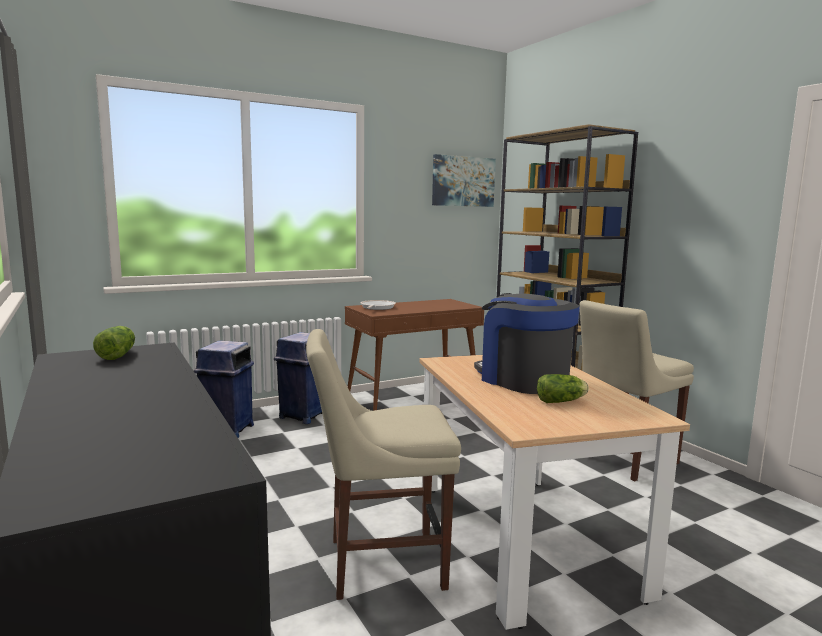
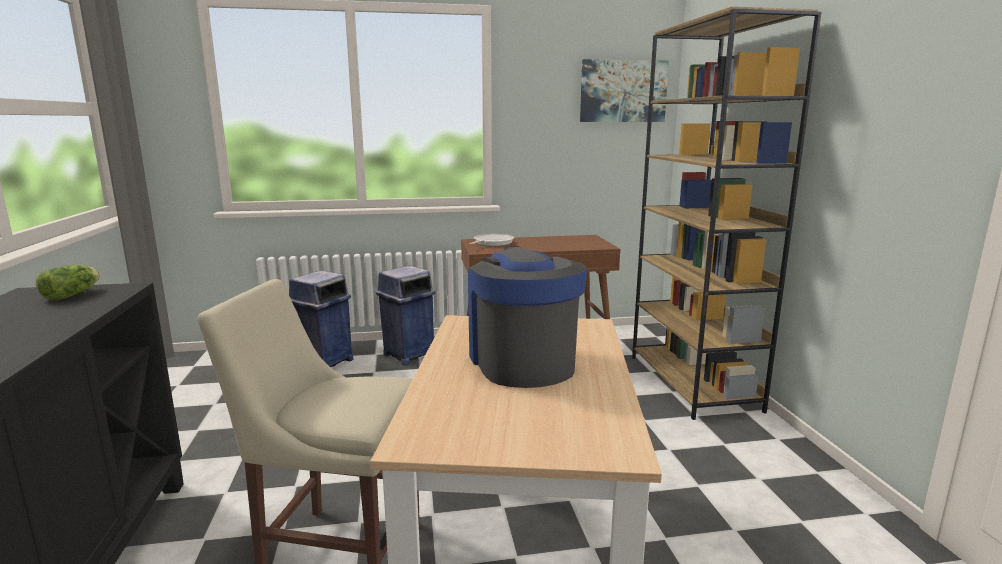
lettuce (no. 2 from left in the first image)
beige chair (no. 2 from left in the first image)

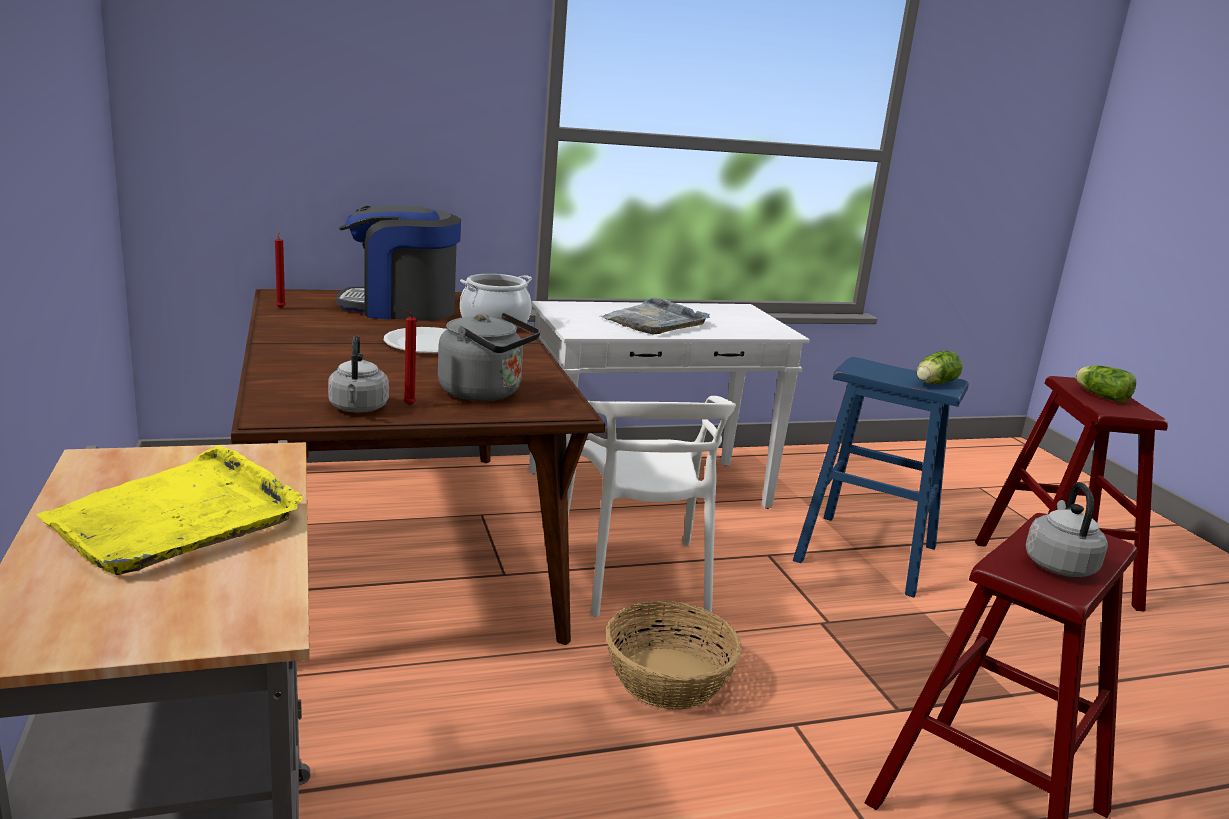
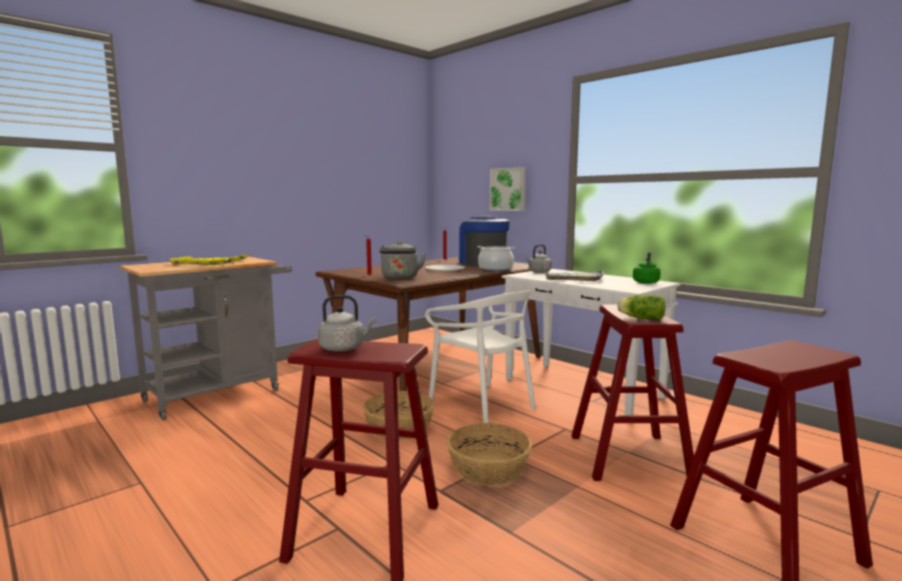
white chair
basket (no. 2 from left)
picture
grey kettle (no. 3 from left)
red stool (no. 2 from left)
green kettle
lettuce (no. 2 from left in the first image)

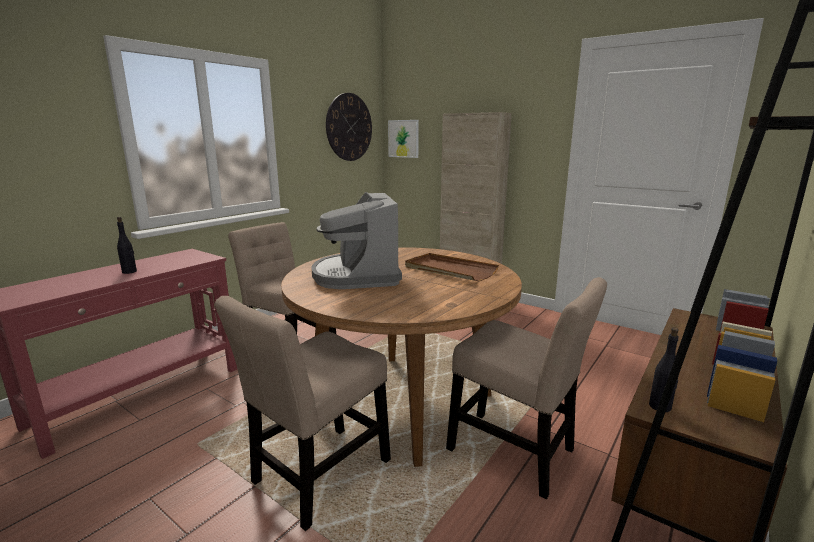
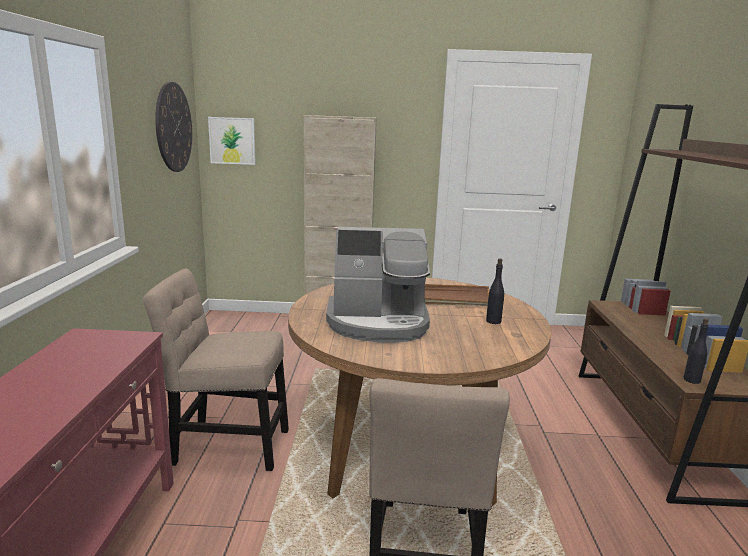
coffee machine
black bottle (no. 1 from left)
beige chair (no. 3 from left in the first image)

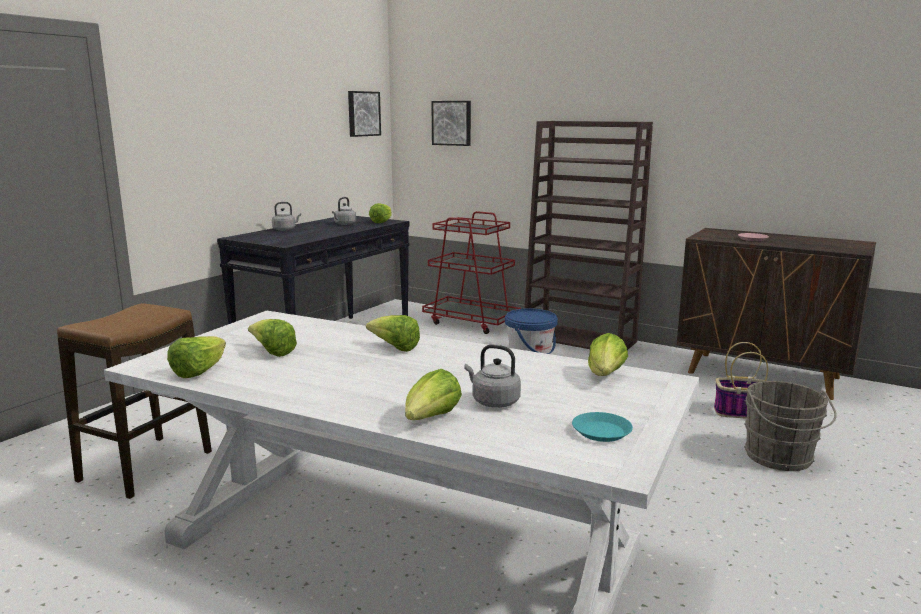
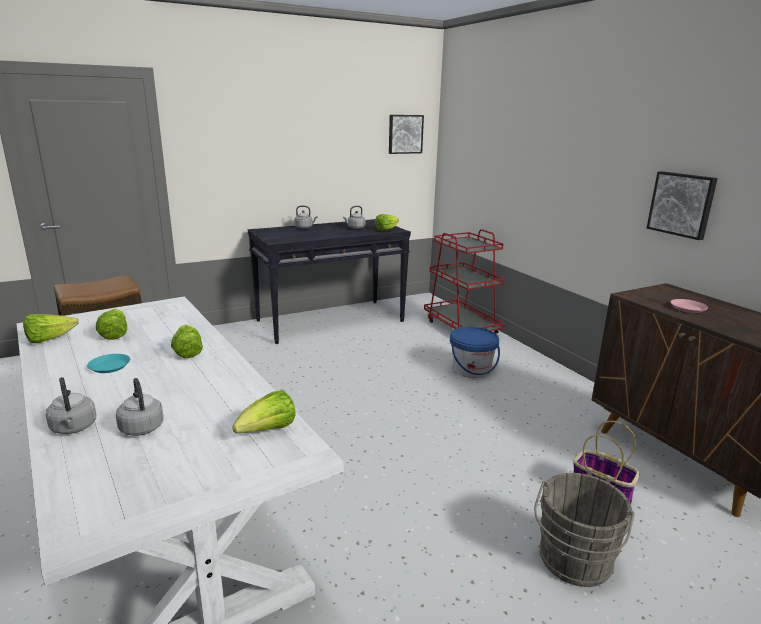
grey kettle (no. 1 from left)
turquoise plate
picture (no. 2 from left)
brown bookcase

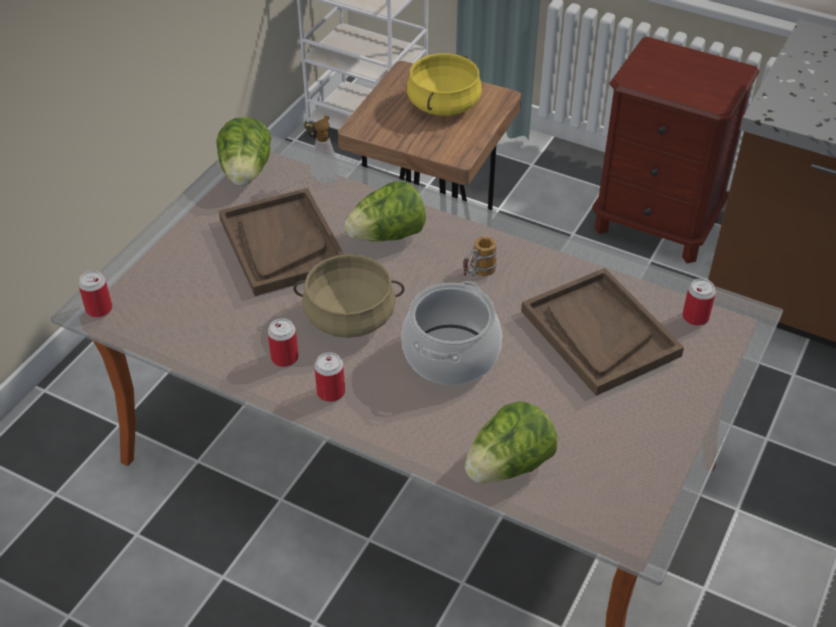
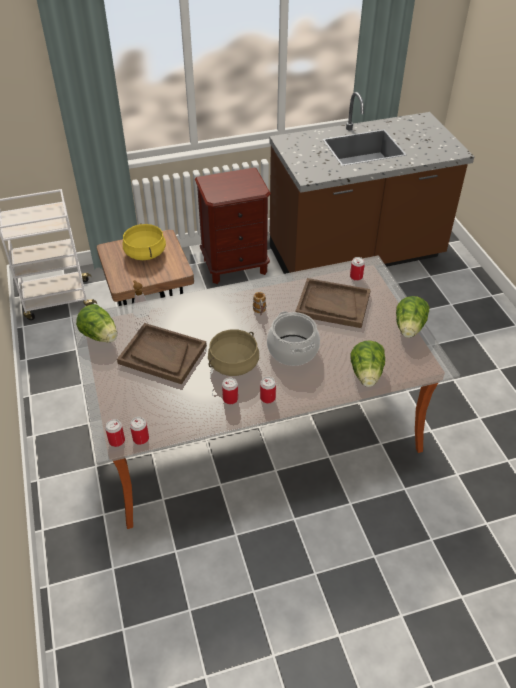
can (no. 2 from left)
lettuce (no. 3 from left)

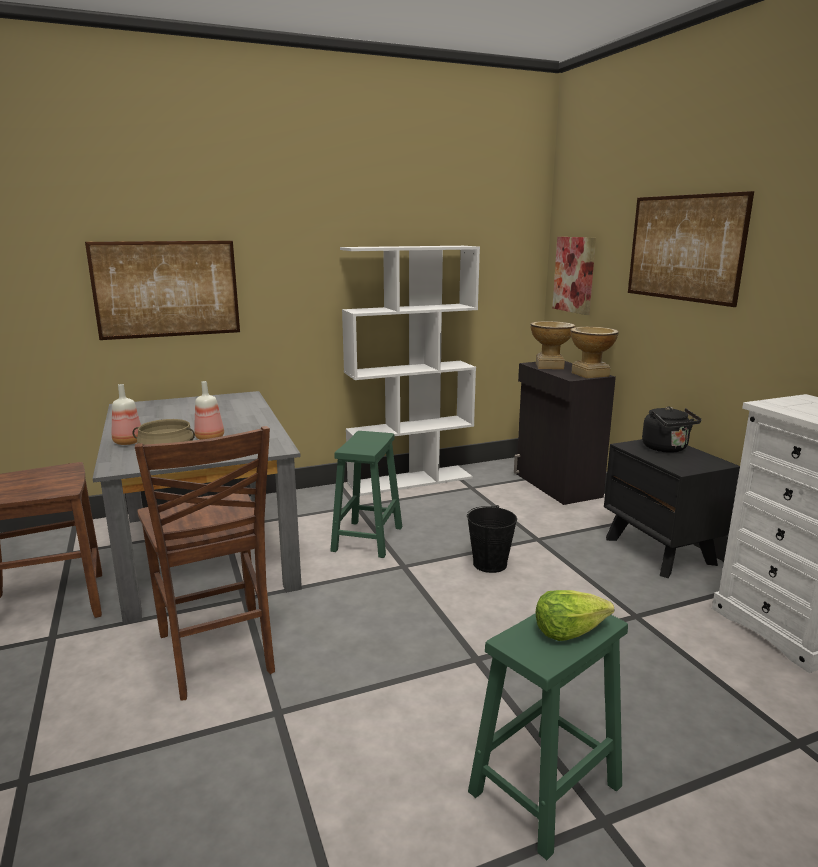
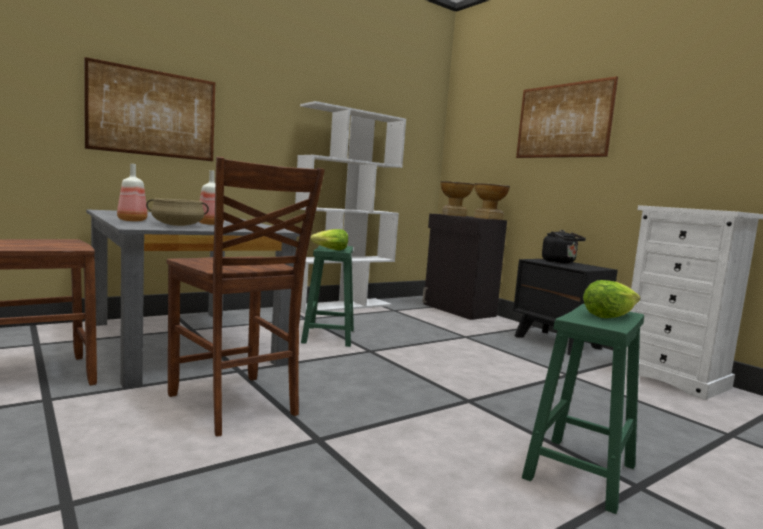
lettuce (no. 1 from left)
black bucket
picture (no. 2 from left in the first image)

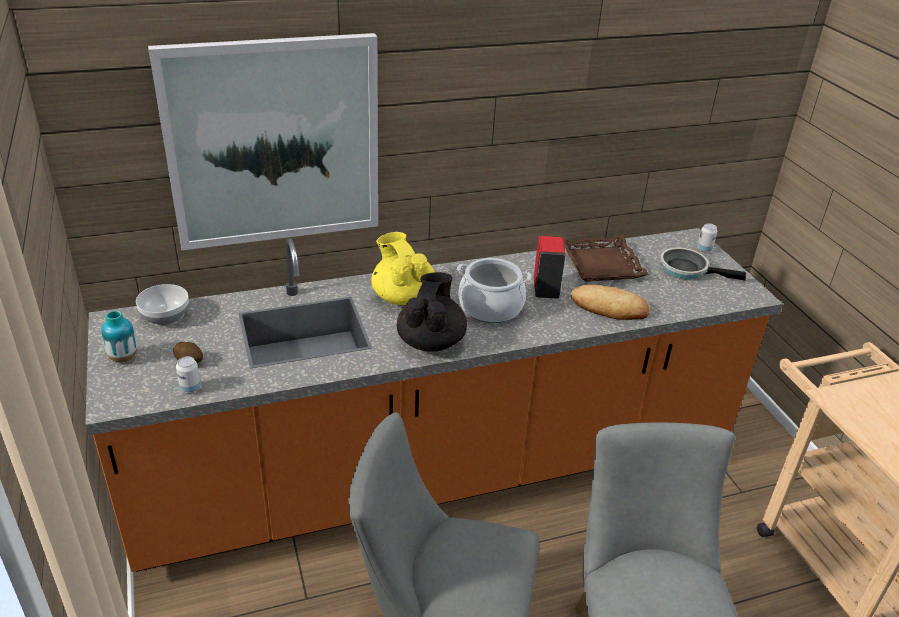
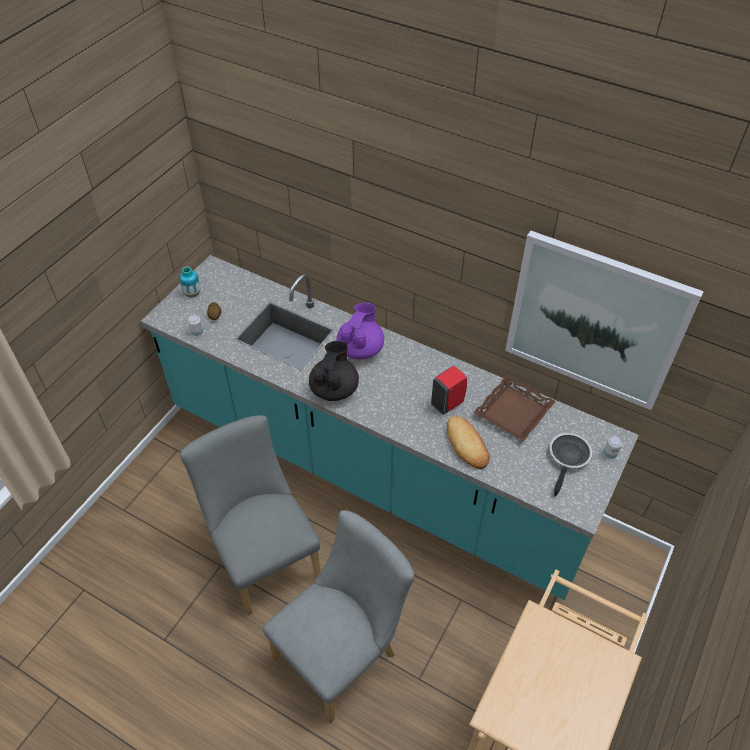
turquoise counter
black teapot
purple teapot
picture
frying pan
bowl
cooking pot

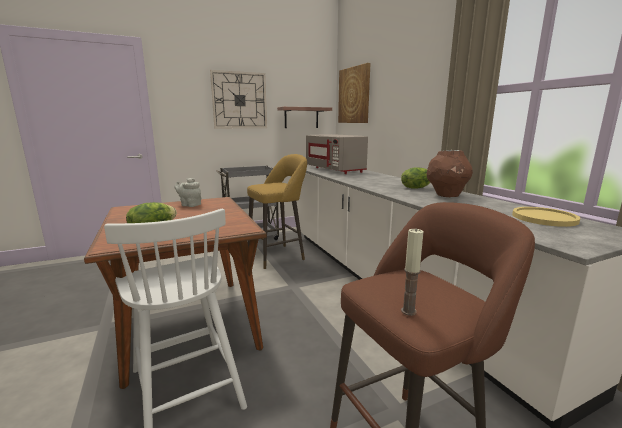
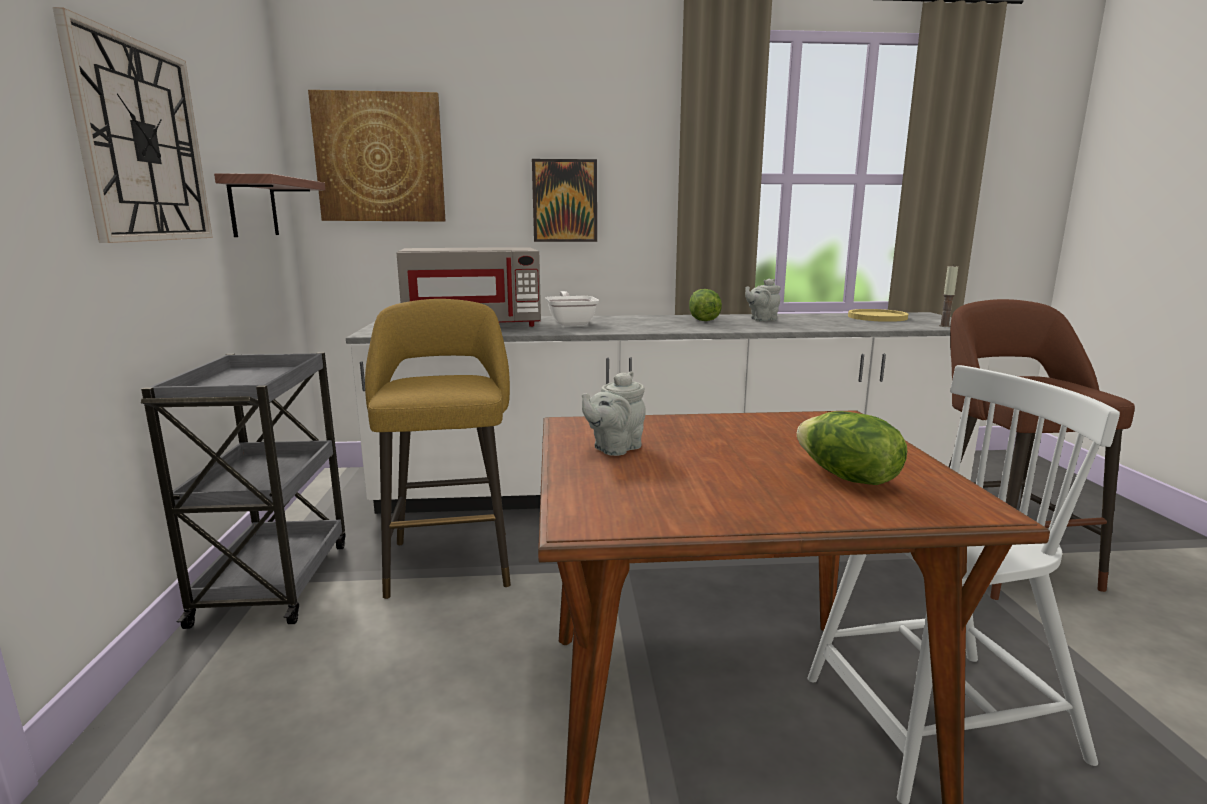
picture (no. 2 from left)
frying pan
grey teapot (no. 2 from left)
candle

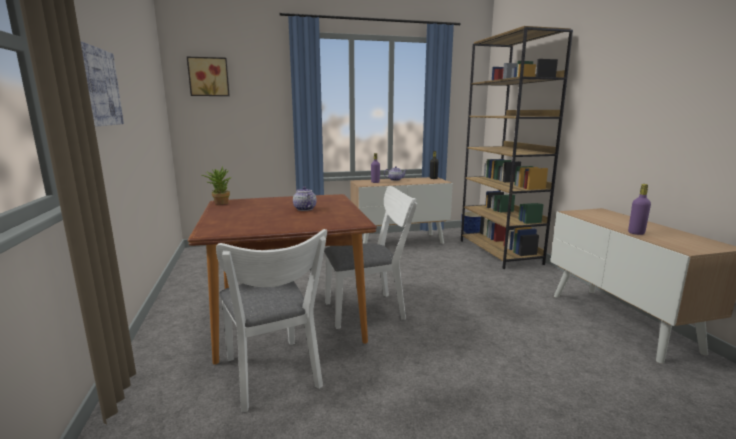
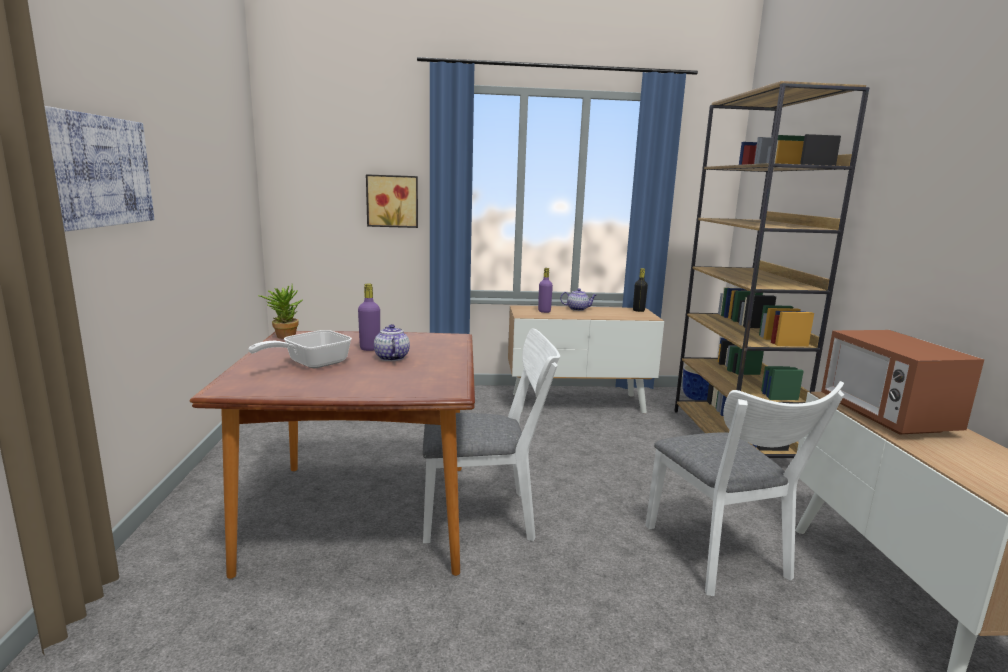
frying pan
purple bottle (no. 1 from left)
picture (no. 2 from left)
white chair (no. 2 from left)
microwave

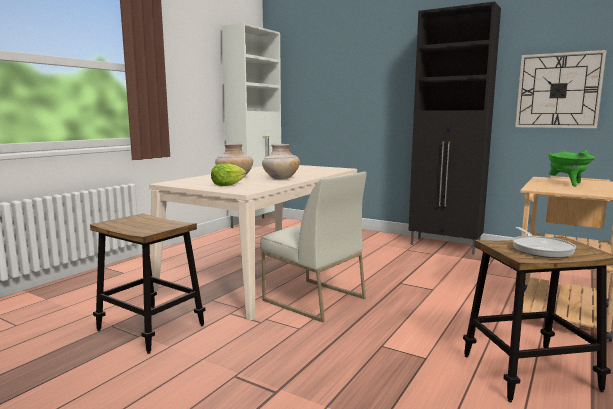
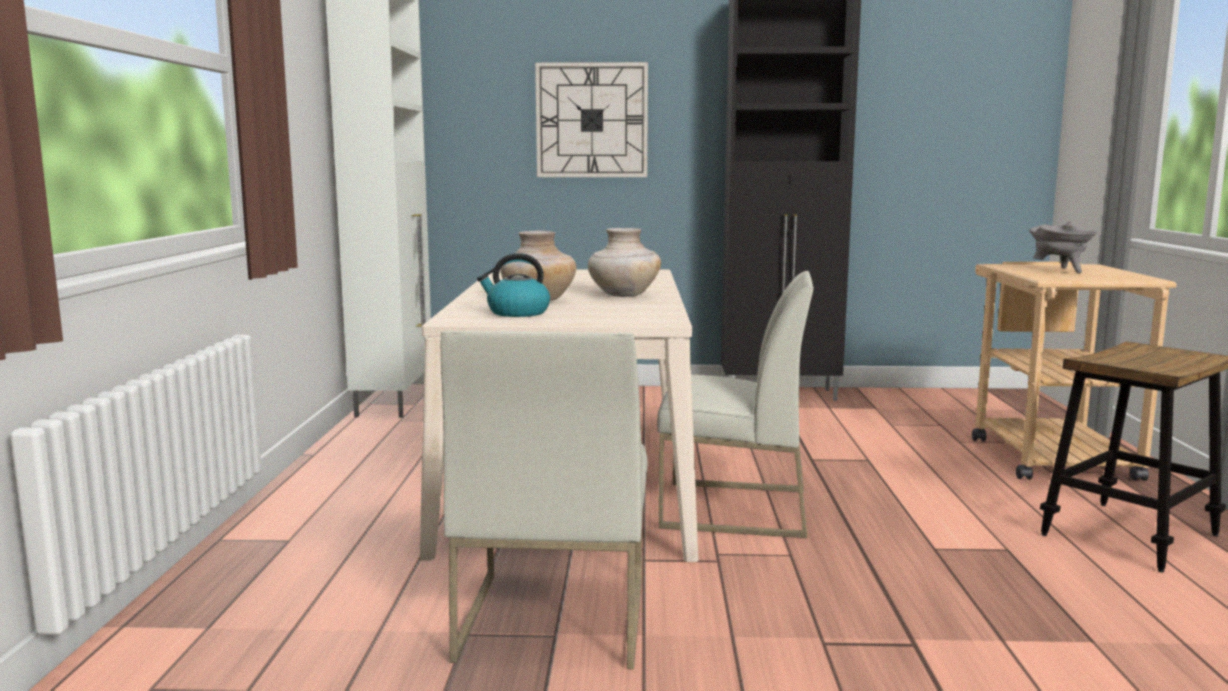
white chair (no. 1 from left)
kettle
wall clock
grey cooking pot
lettuce
frying pan

